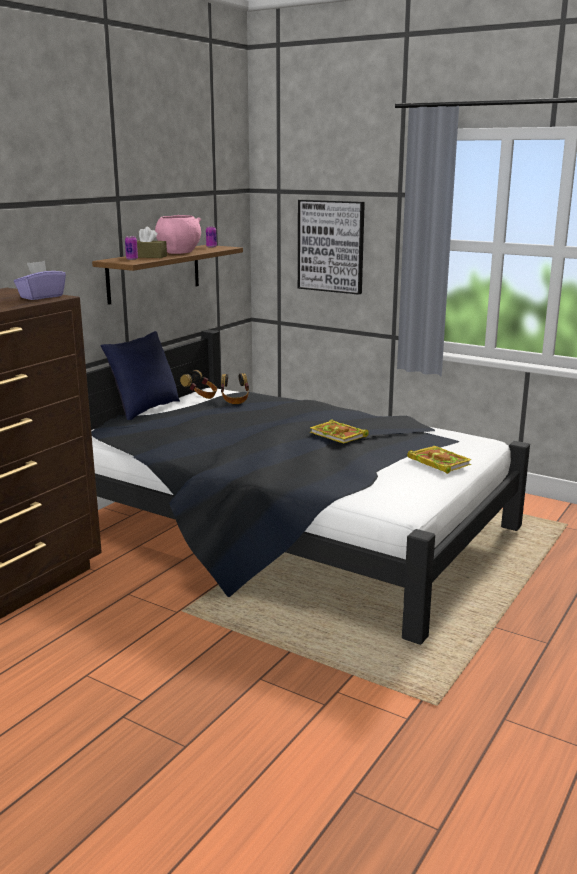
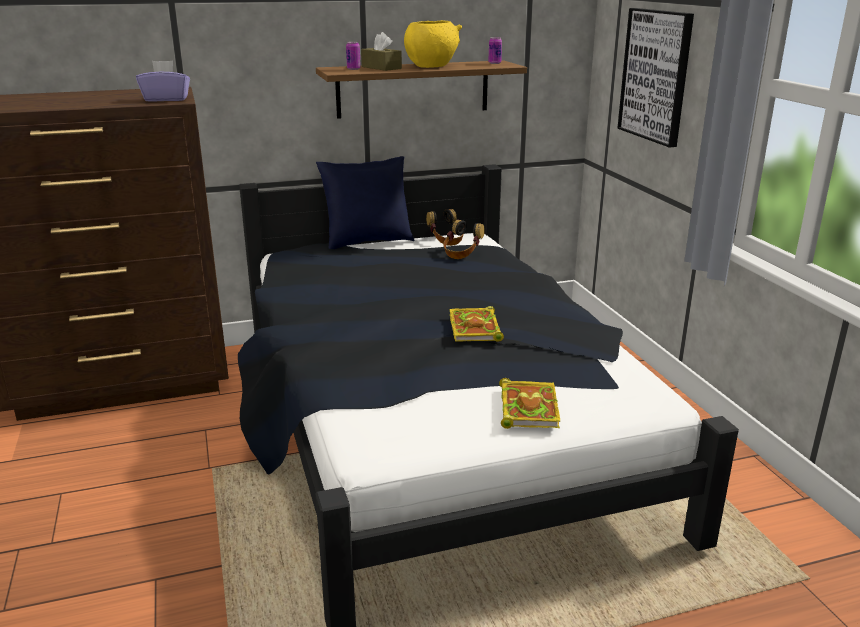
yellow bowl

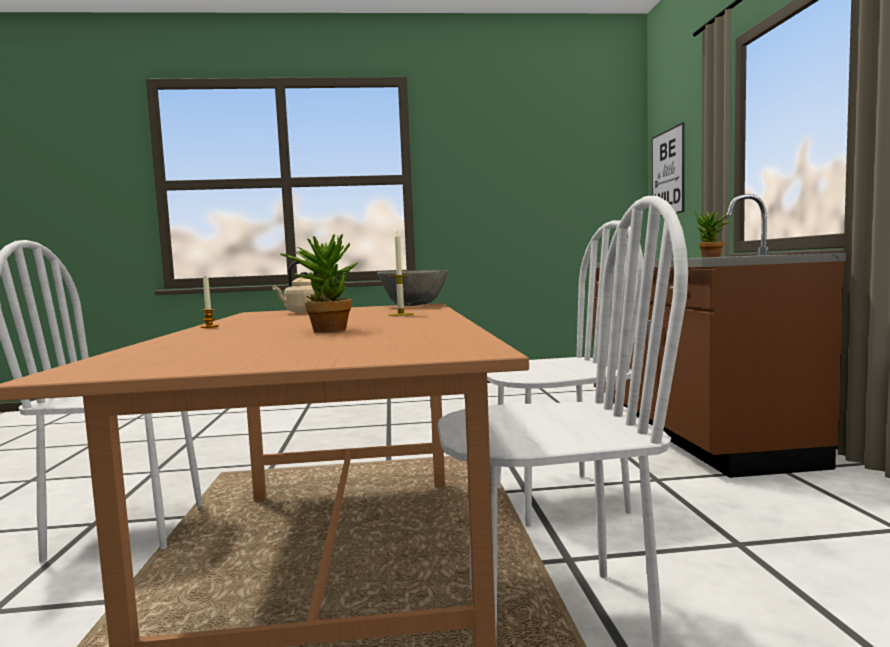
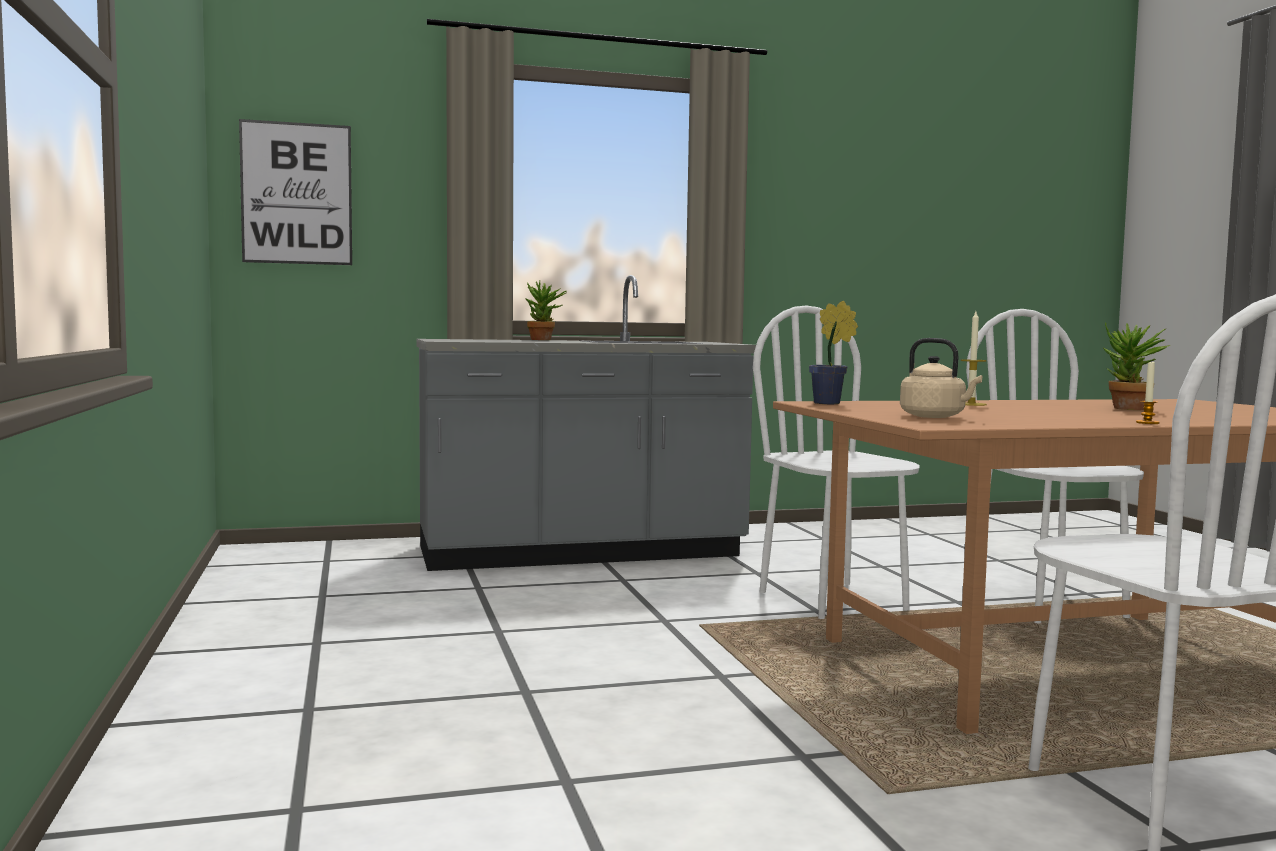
grey counter
potted plant (no. 2 from left)

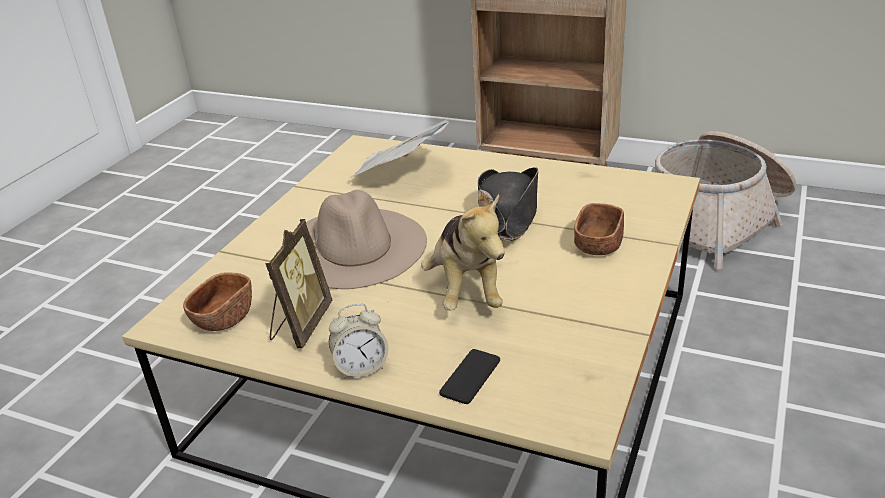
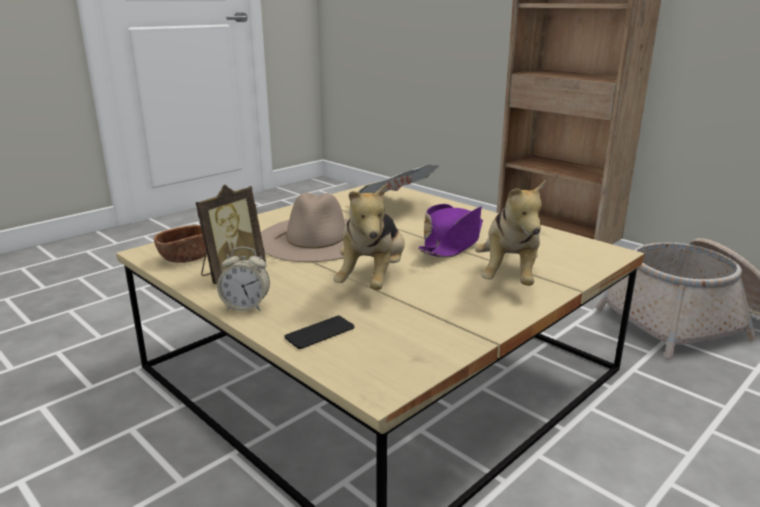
purple hat
plush toy (no. 2 from left)

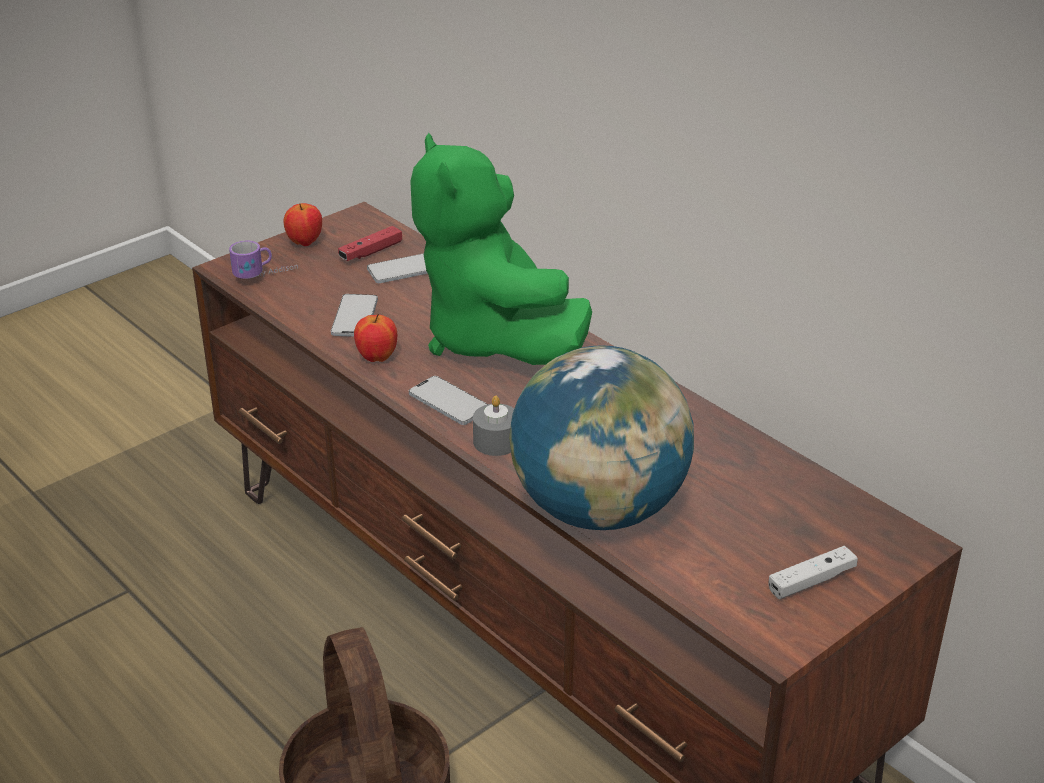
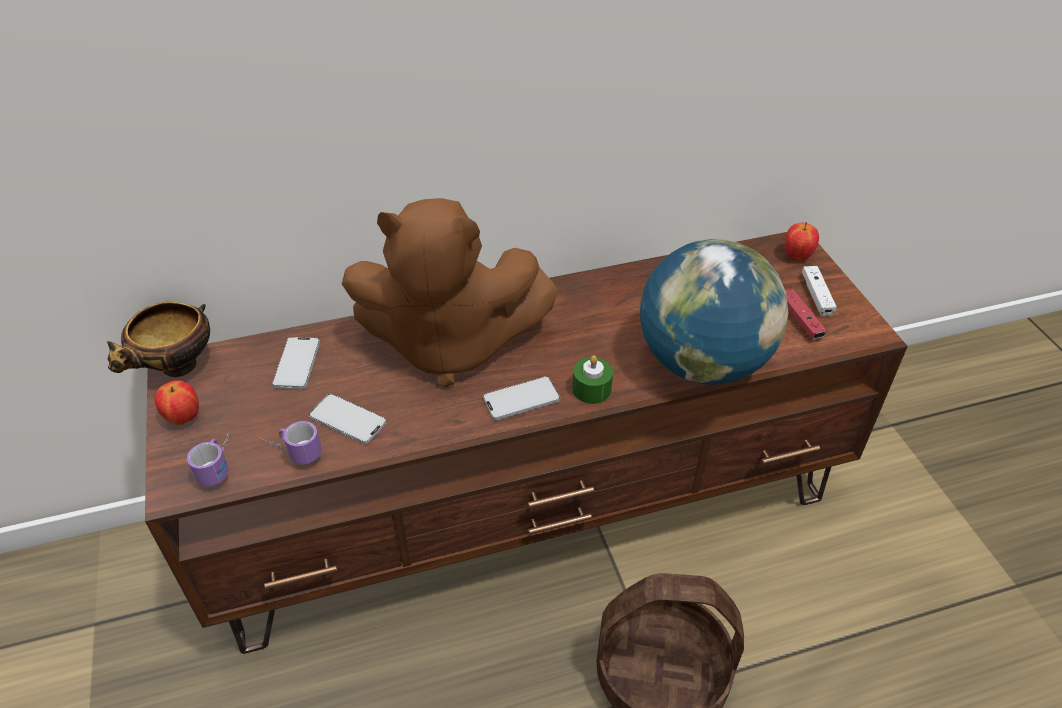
bowl
mug (no. 2 from left)
brown plush toy
green candle
apple (no. 2 from left)
red game controller

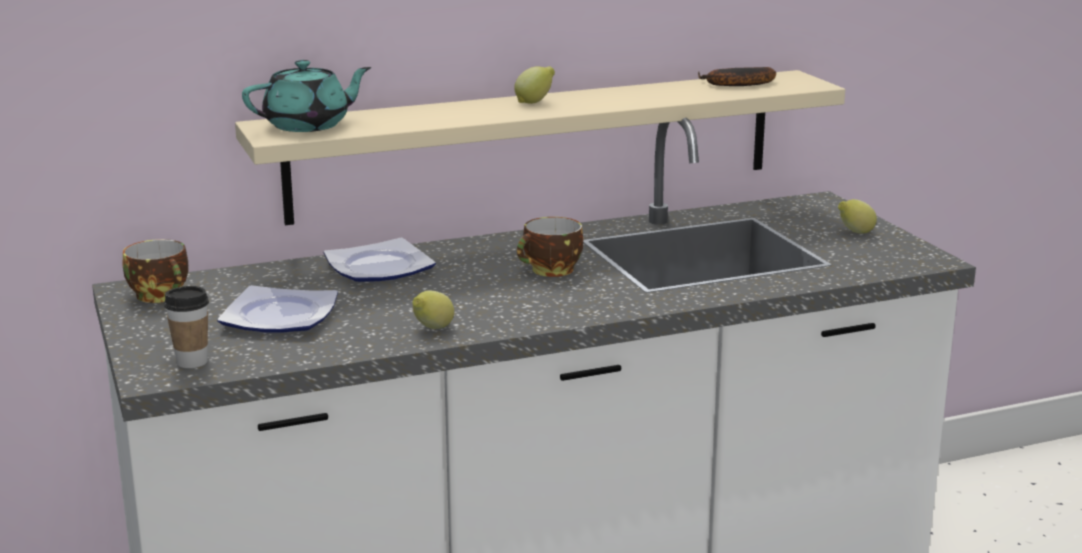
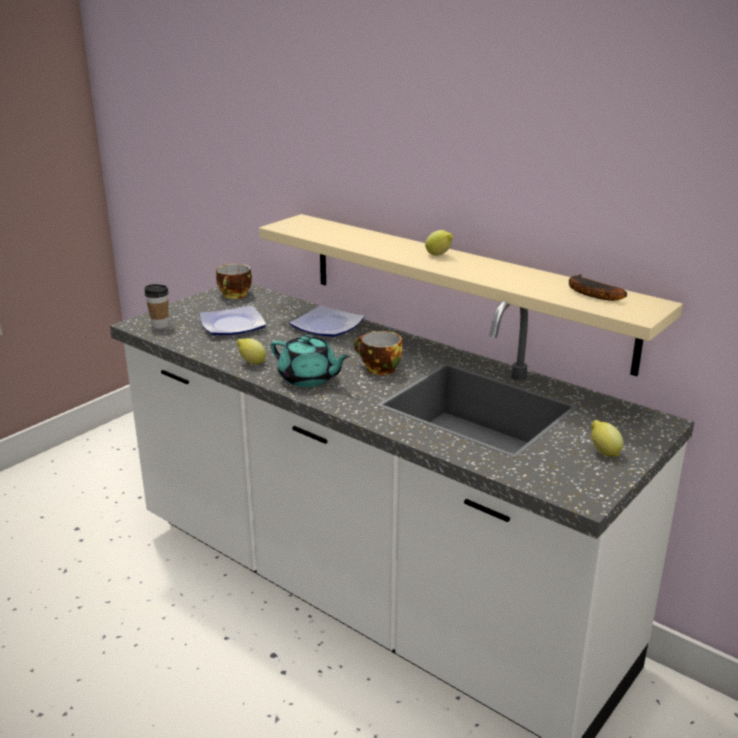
turquoise teapot

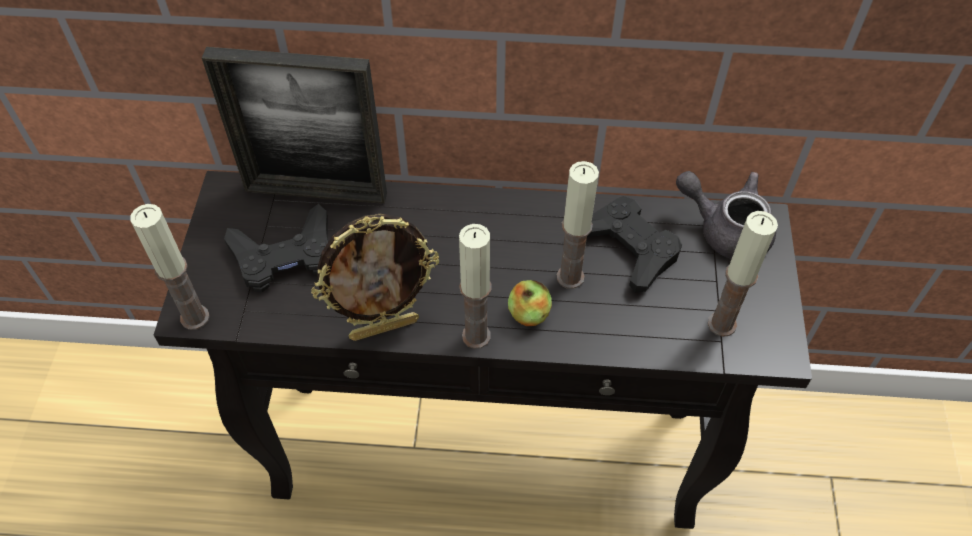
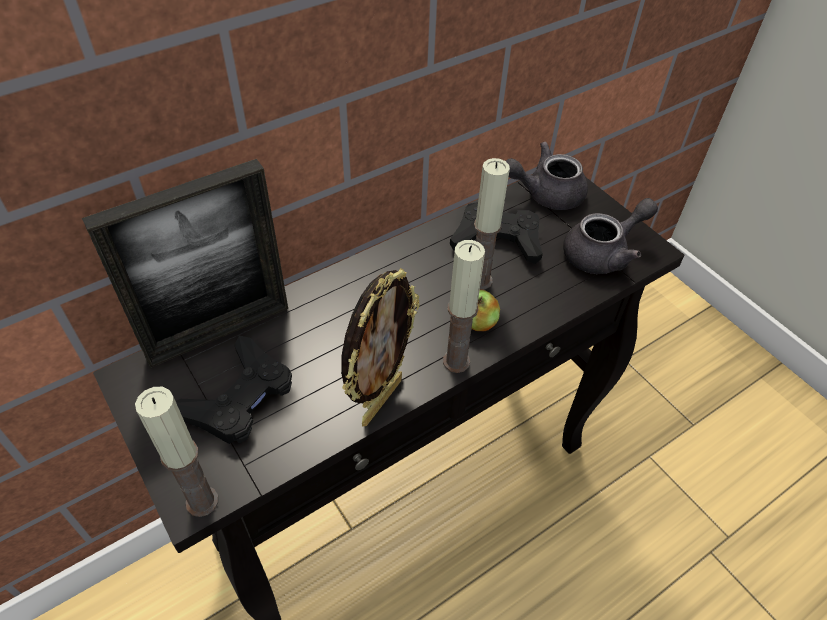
grey teapot (no. 2 from left)

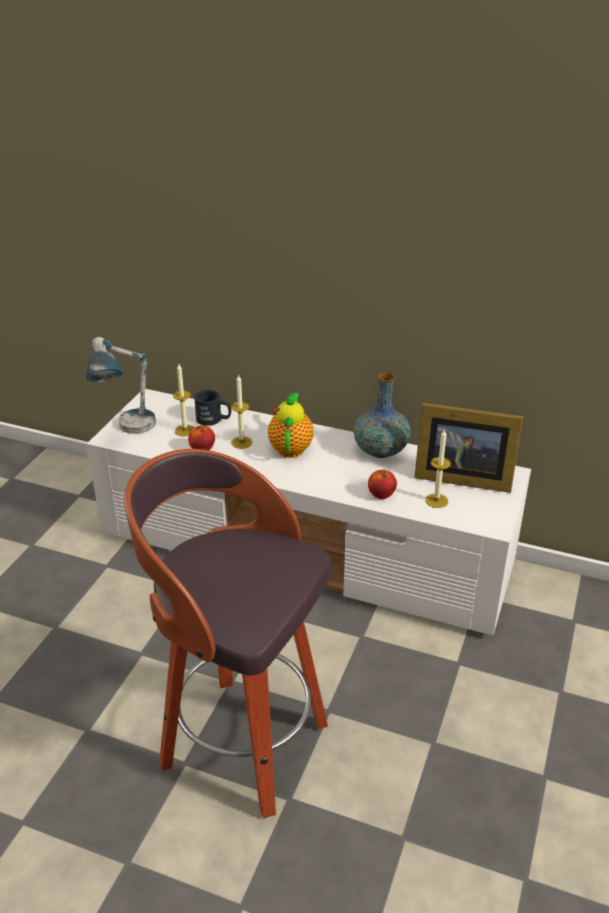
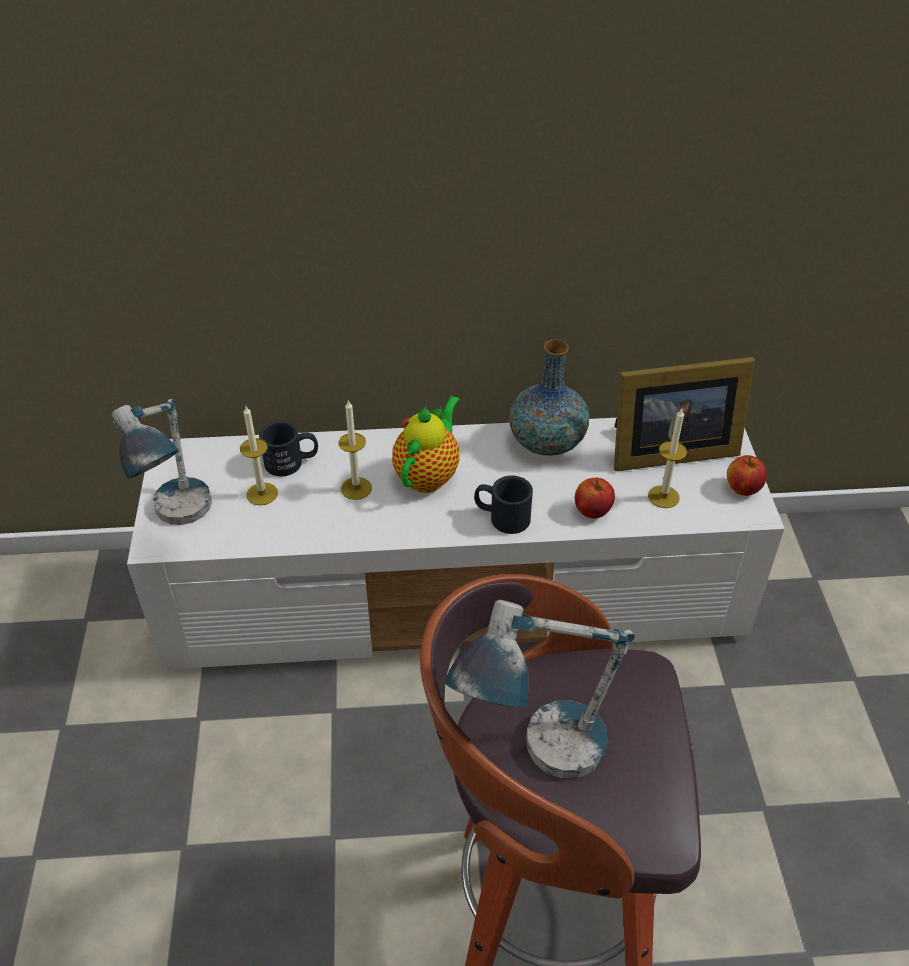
teapot
table lamp (no. 2 from left)
black mug (no. 2 from left)
apple (no. 2 from left)

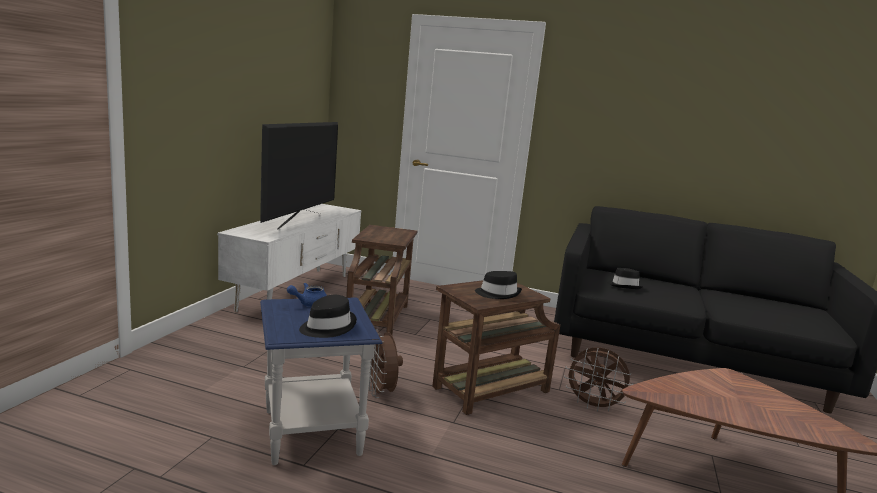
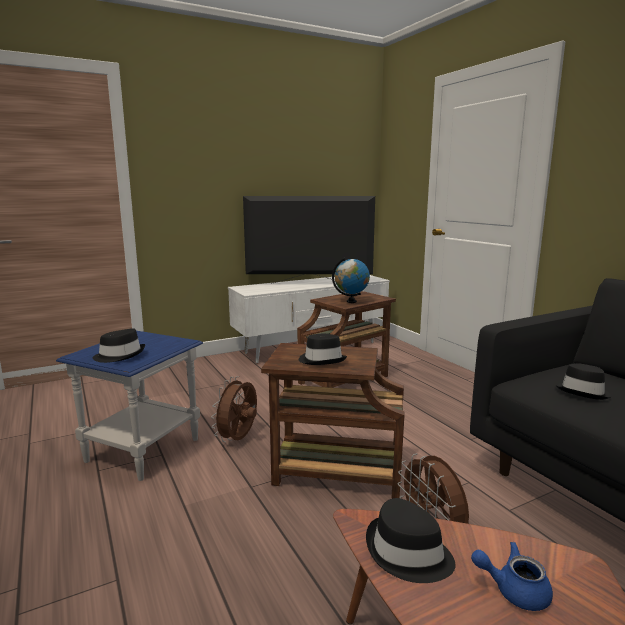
television
globe
black hat (no. 3 from left)
blue teapot

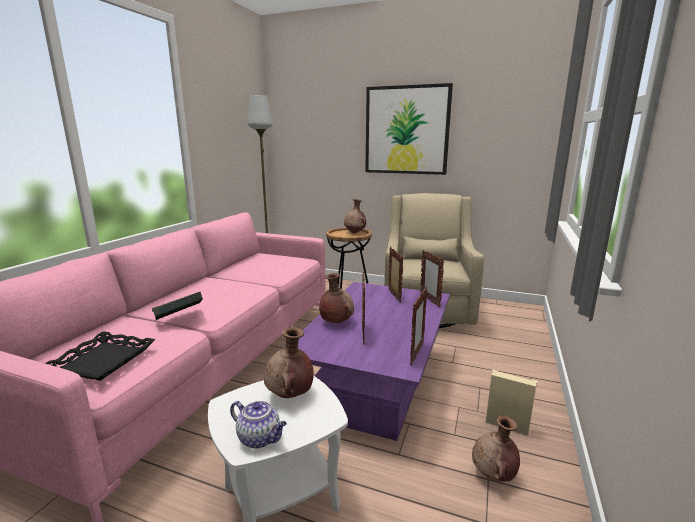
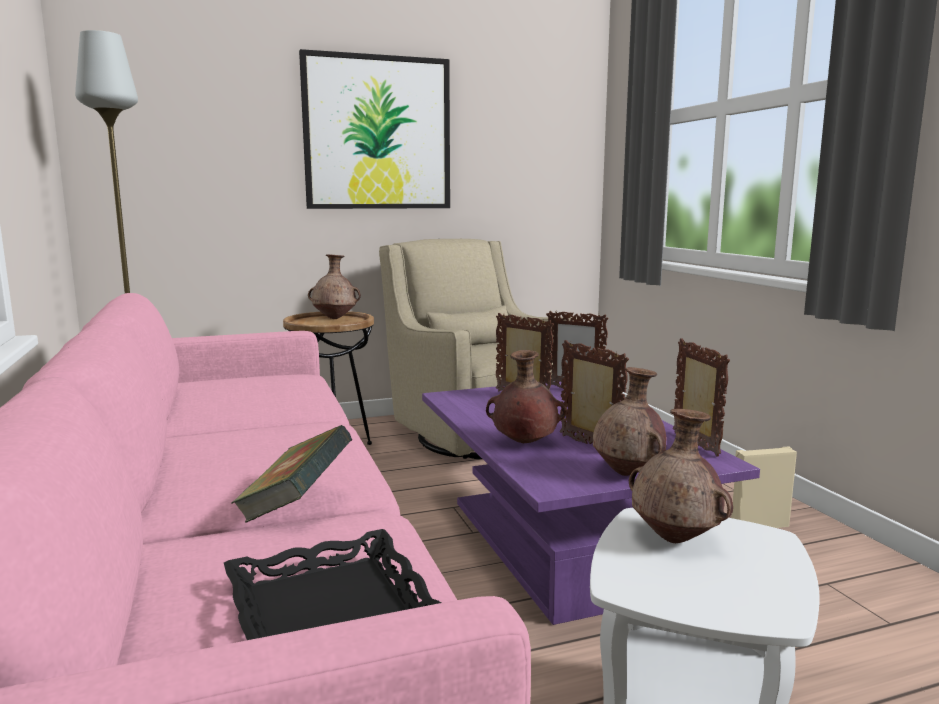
brown vase (no. 3 from left)
teapot

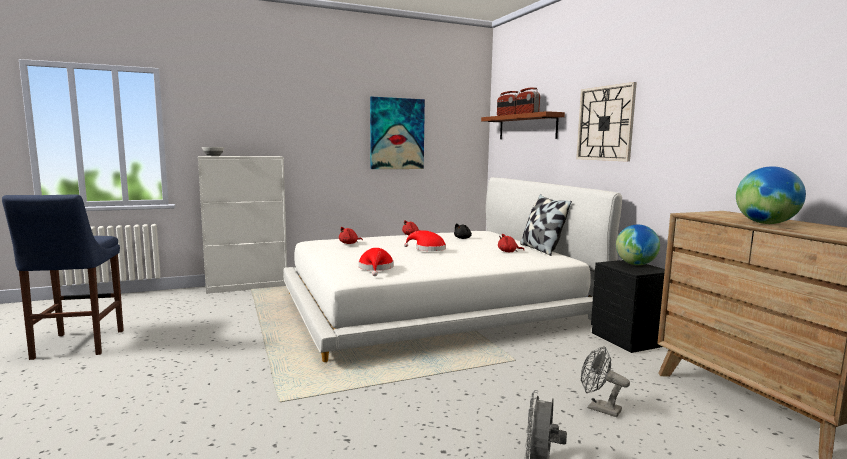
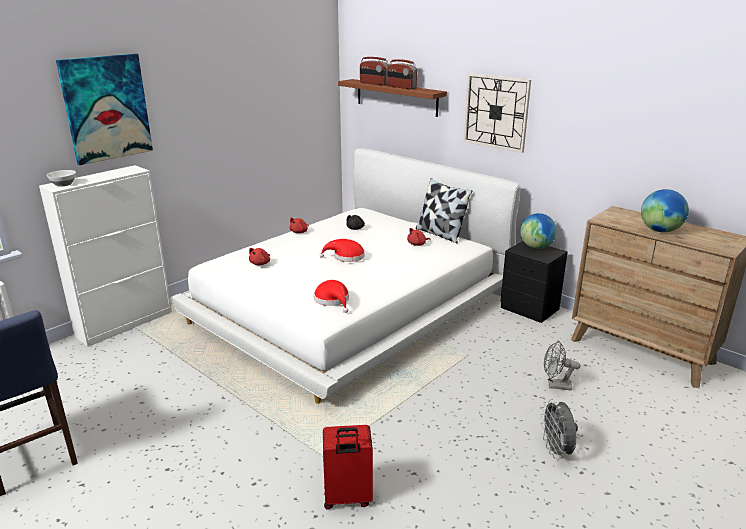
picture
red suitcase

